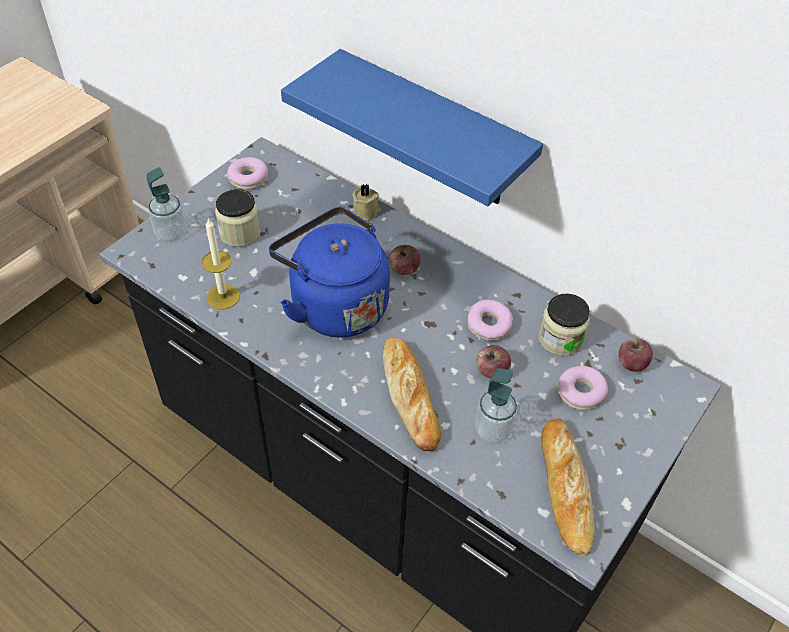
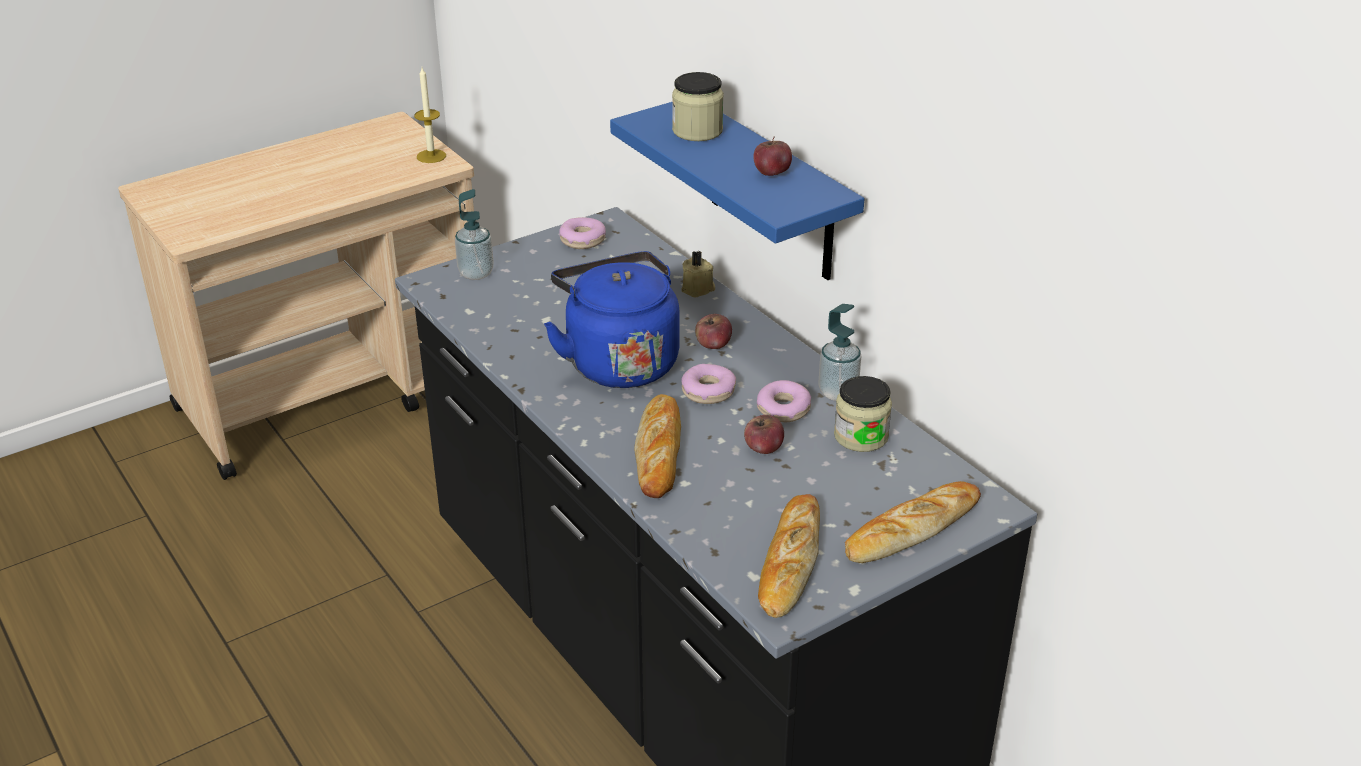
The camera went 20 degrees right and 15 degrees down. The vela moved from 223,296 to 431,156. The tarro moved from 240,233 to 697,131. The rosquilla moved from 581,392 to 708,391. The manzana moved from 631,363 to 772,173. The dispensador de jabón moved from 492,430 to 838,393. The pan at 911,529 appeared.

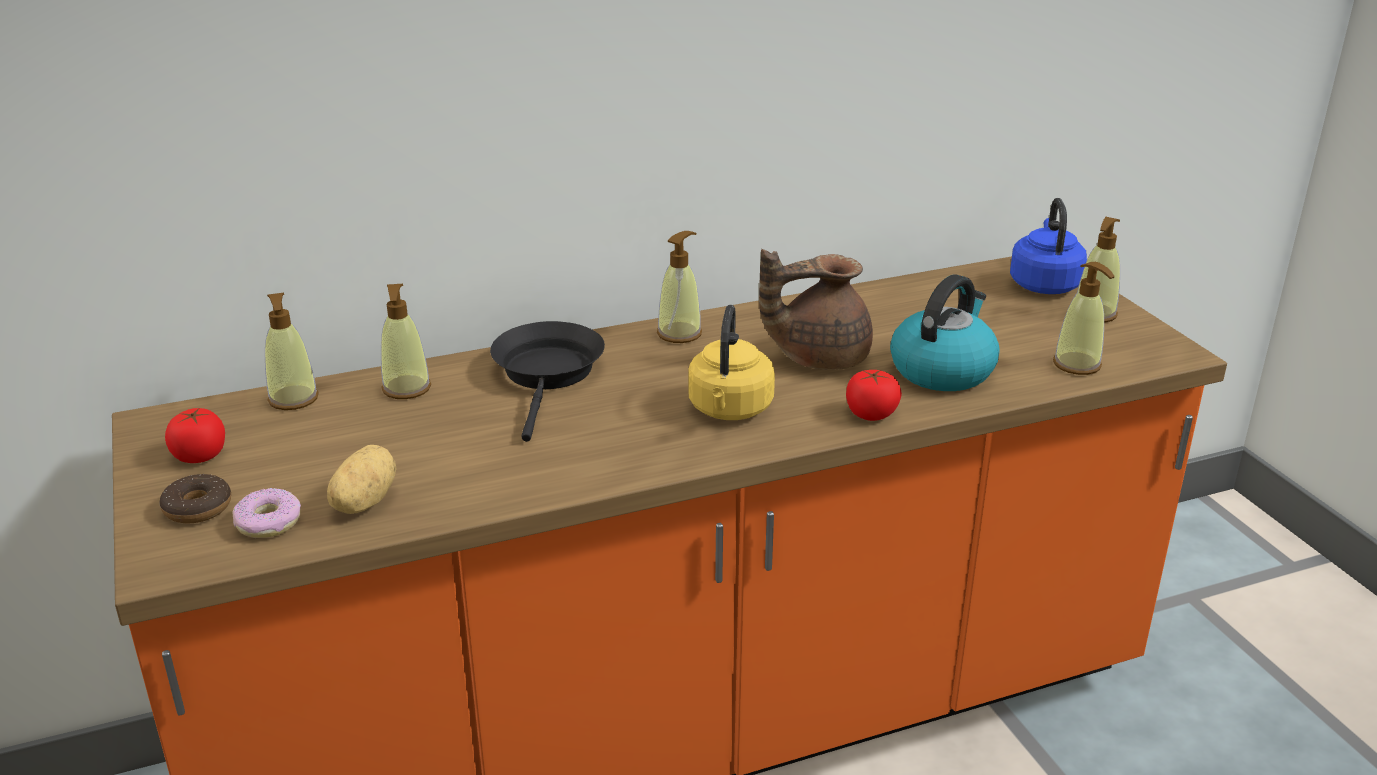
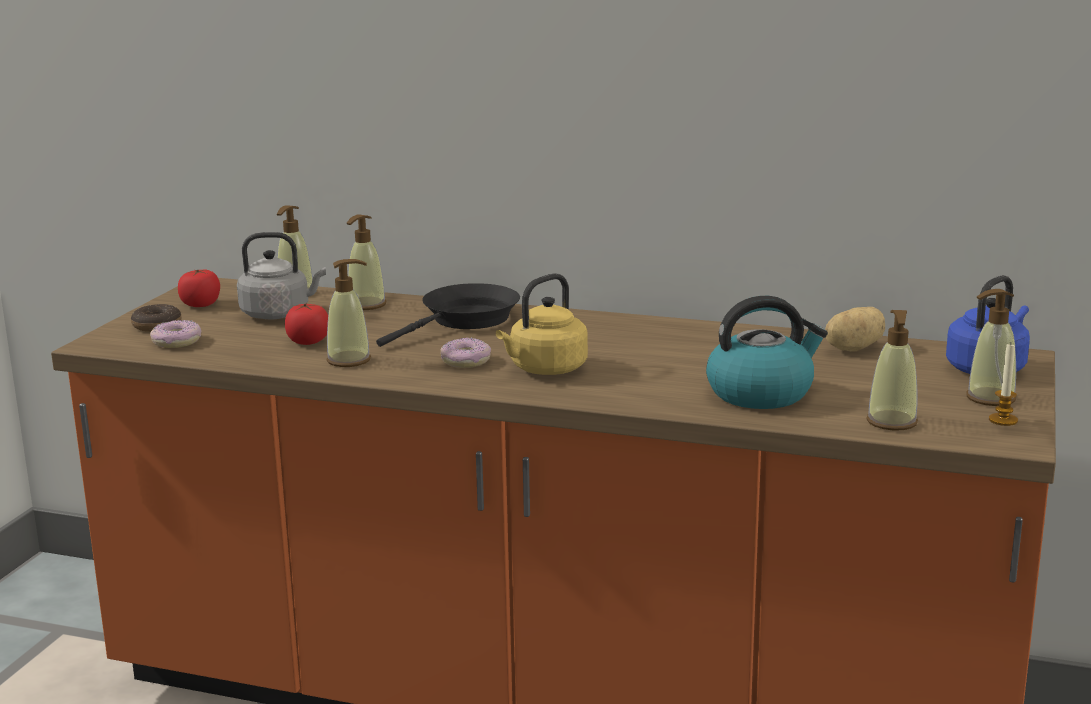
The camera went 40 degrees right and 10 degrees down. The hervidor/gris at 279,314 appeared. The tomate moved from 871,414 to 308,342. The dispensador de jabón moved from 679,333 to 349,360. The rosquilla at 466,361 appeared. The patata moved from 362,502 to 852,348. The vela at 1003,420 appeared. The tetera/marrón at 818,357 disappeared.

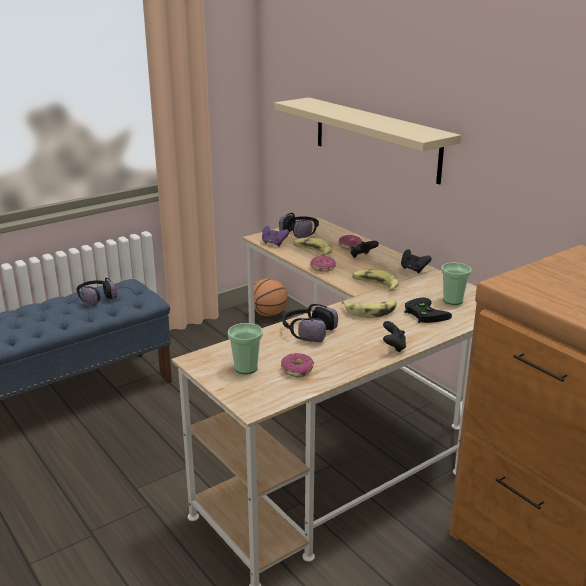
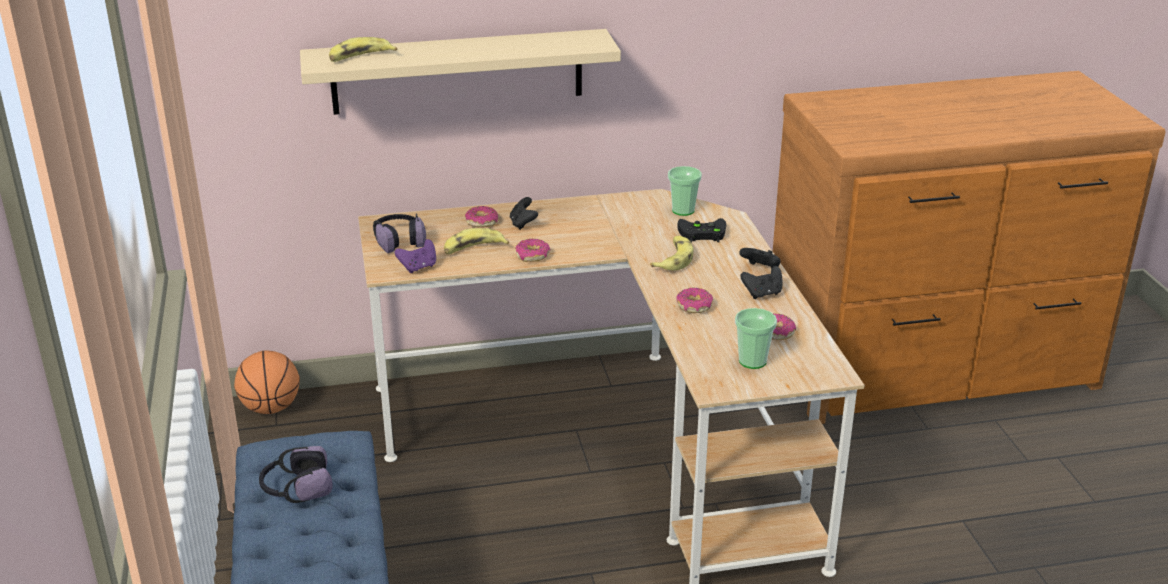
The camera went 65 degrees left and 5 degrees up. The plátano moved from 375,285 to 360,58. The auriculares at 307,331 was replaced by the rosquilla at 694,306. The mando de consola/negro moved from 413,269 to 762,294.

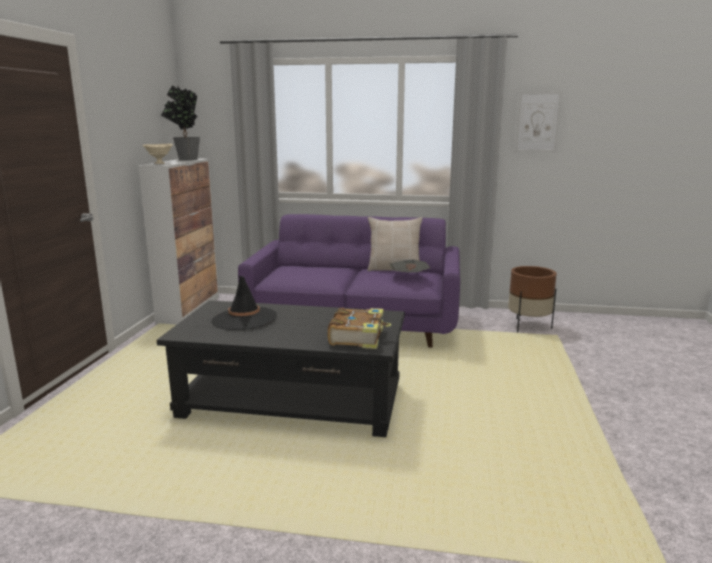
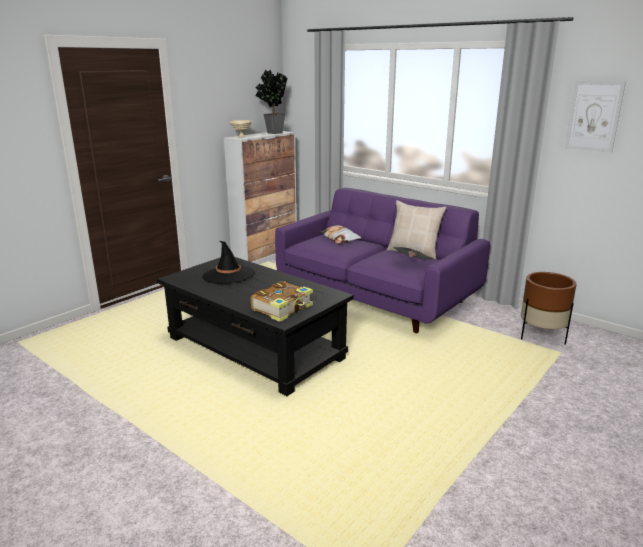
The camera went 30 degrees right and 5 degrees up. The cojín at 339,238 appeared.

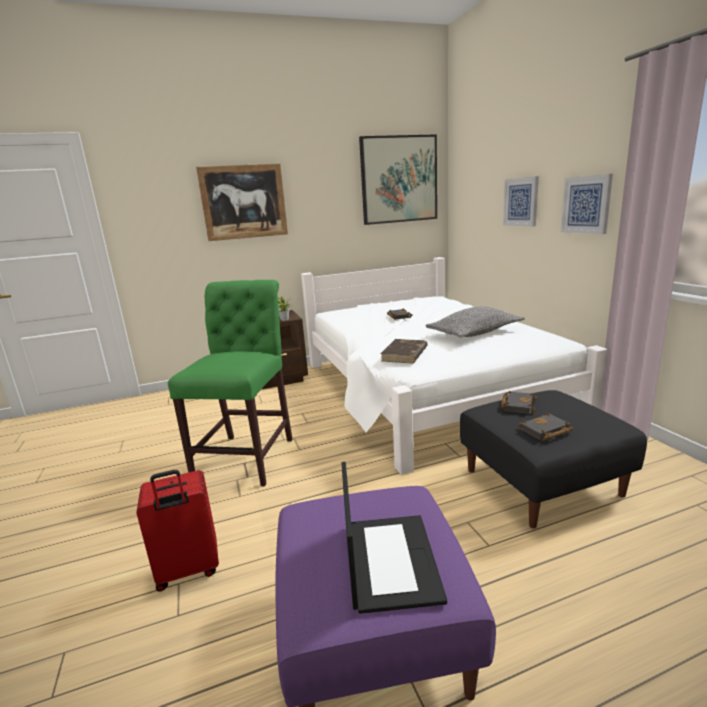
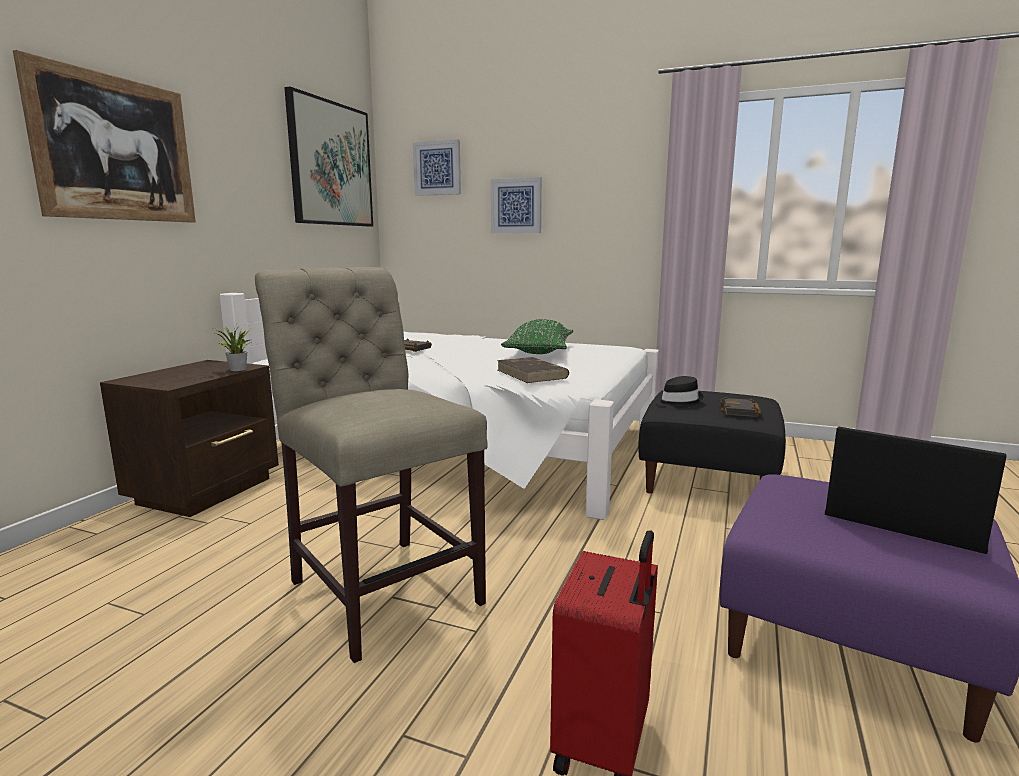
The camera went 50 degrees left and 5 degrees down. The silla/verde at 249,455 became the silla/beis at 380,586. The cuadro moved from 586,204 to 437,168. The cojín/gris at 475,333 became the cojín/verde at 540,351. The libro/negro at 517,405 was replaced by the sombrero/negro at 678,402.

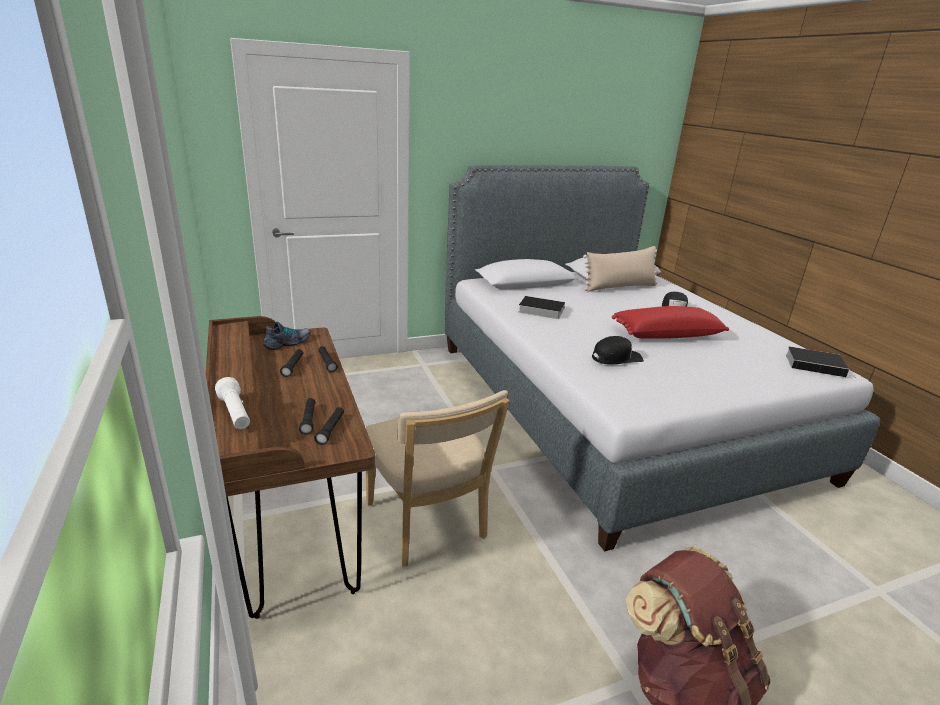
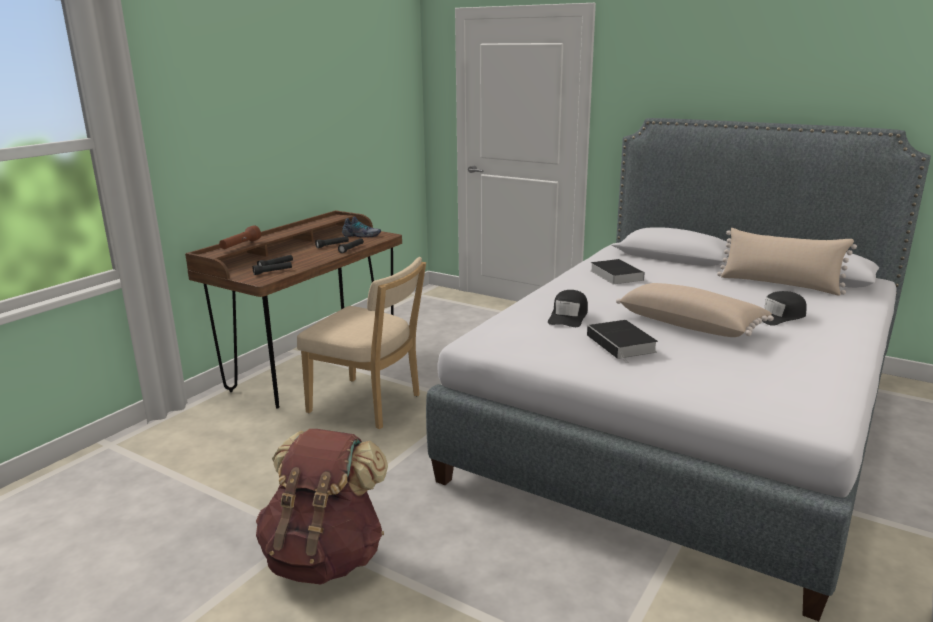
The camera went 55 degrees right and 5 degrees down. The linterna/blanco at 235,413 became the linterna/marrón at 240,245. The silla/beis at 428,525 turned 90 degrees counterclockwise. The gorra/negro at 616,358 turned 75 degrees clockwise. The libro moved from 816,365 to 622,344. The cojín/rojo at 666,334 became the cojín/beis at 691,325.

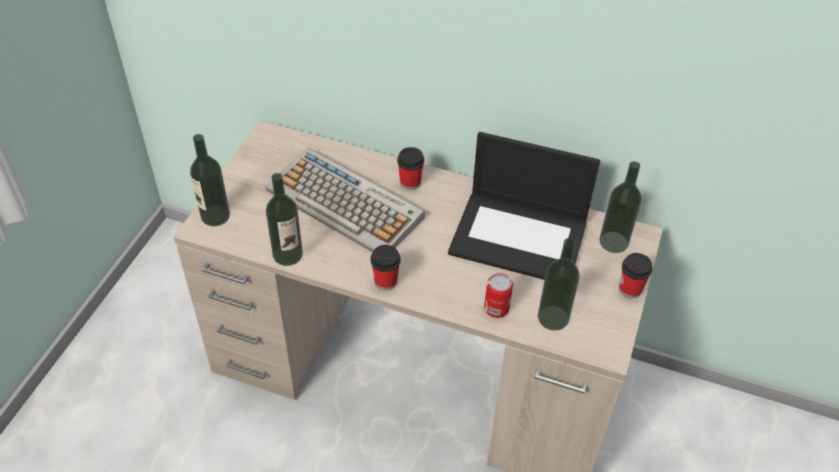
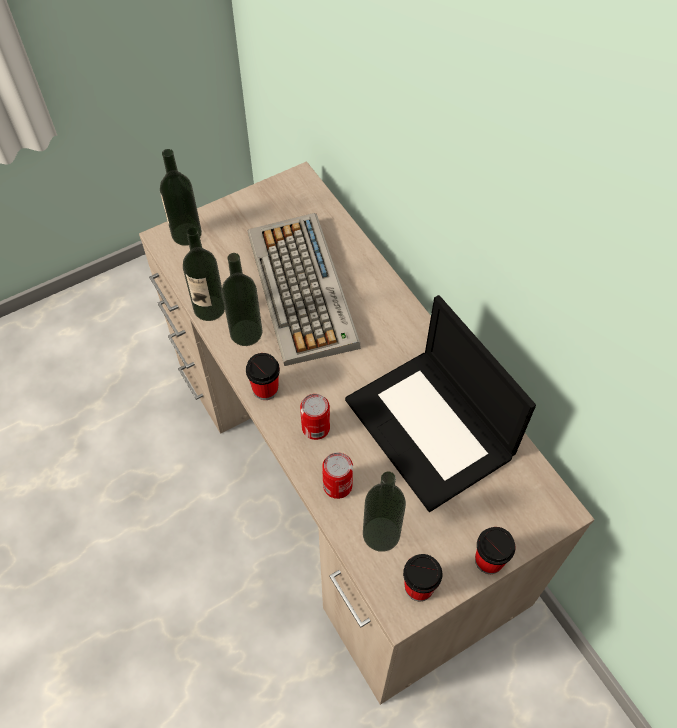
The camera went 40 degrees right and 10 degrees up. The botella moved from 613,242 to 246,332. The lata at 315,427 appeared. The taza moved from 410,182 to 419,587.

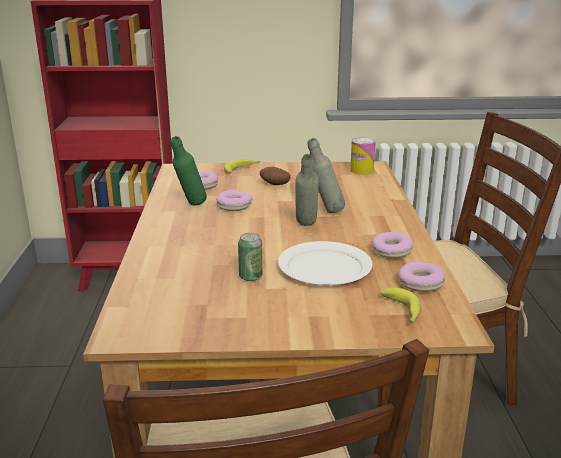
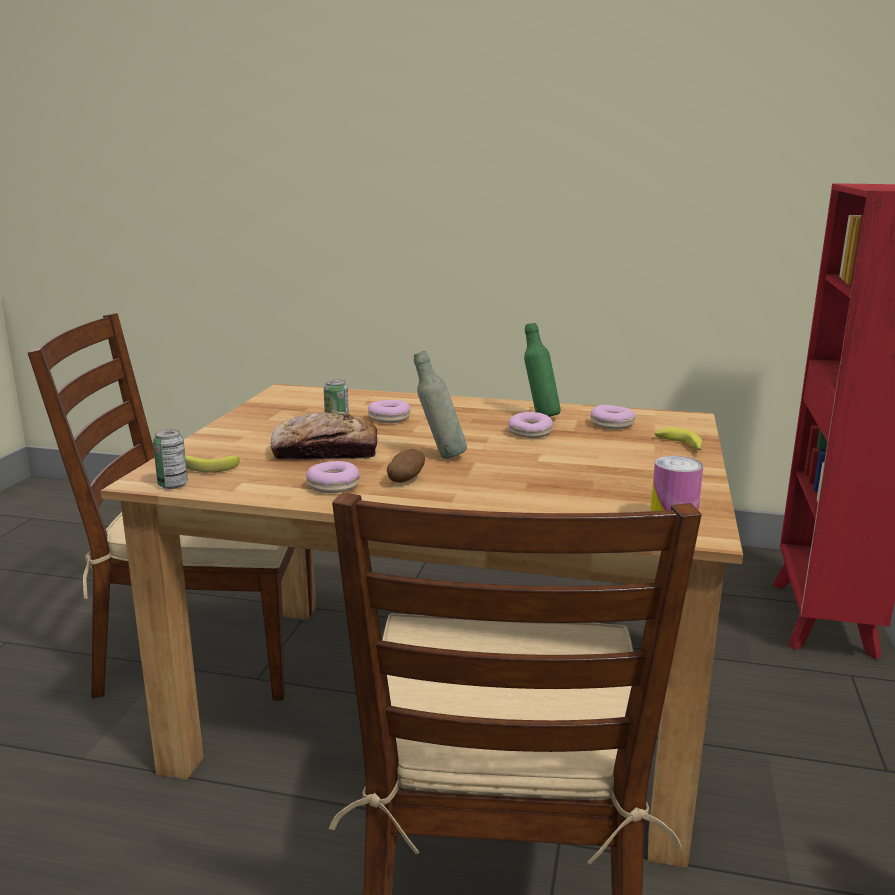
The camera went 105 degrees right and 5 degrees down. The lata at 172,485 appeared. The plato/blanco at 325,267 was replaced by the pan at 325,452. The rosquilla moved from 420,283 to 389,418. The patata moved from 274,185 to 405,480. The botella/gris at 325,212 disappeared.

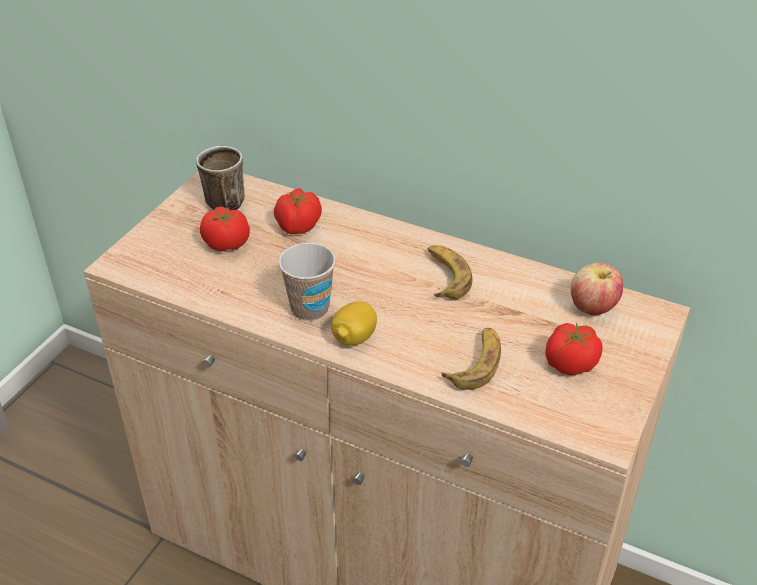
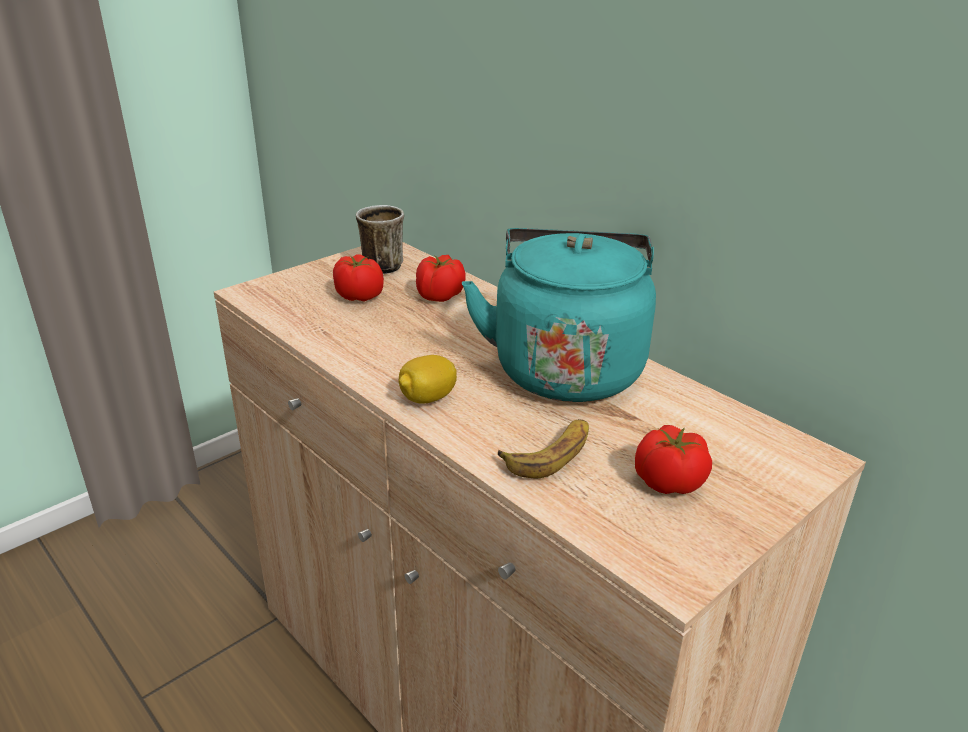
The camera went 20 degrees right and 10 degrees down. The plátano at 445,276 was replaced by the hervidor/turquesa at 566,367. The taza at 310,309 disappeared. The manzana at 592,308 disappeared.

